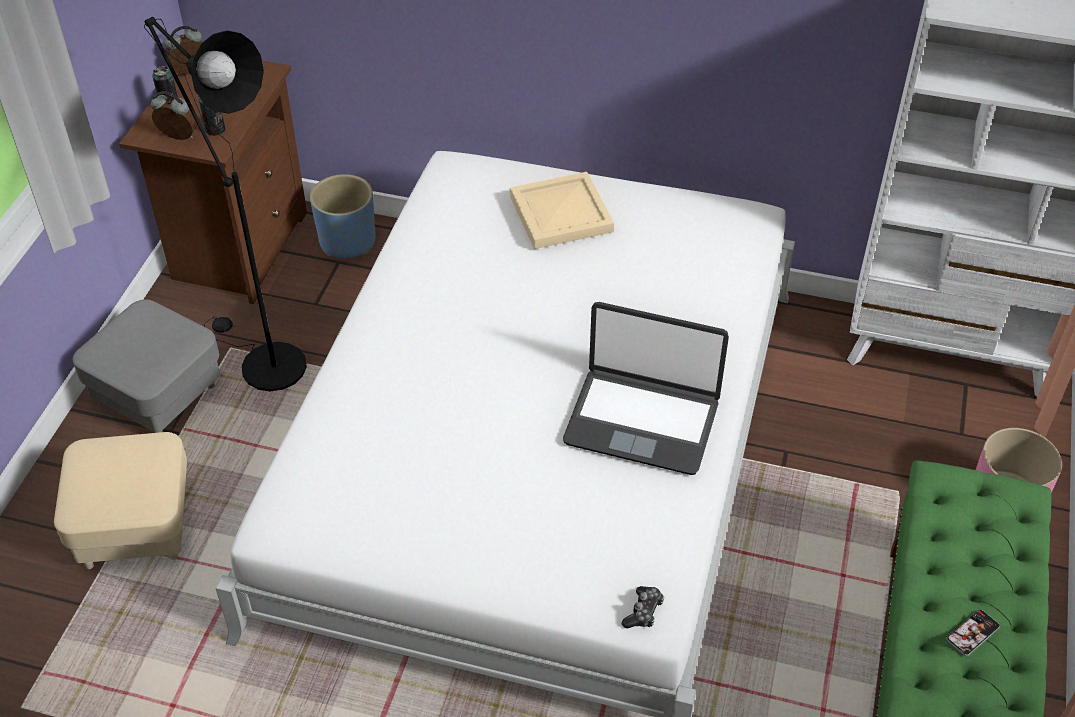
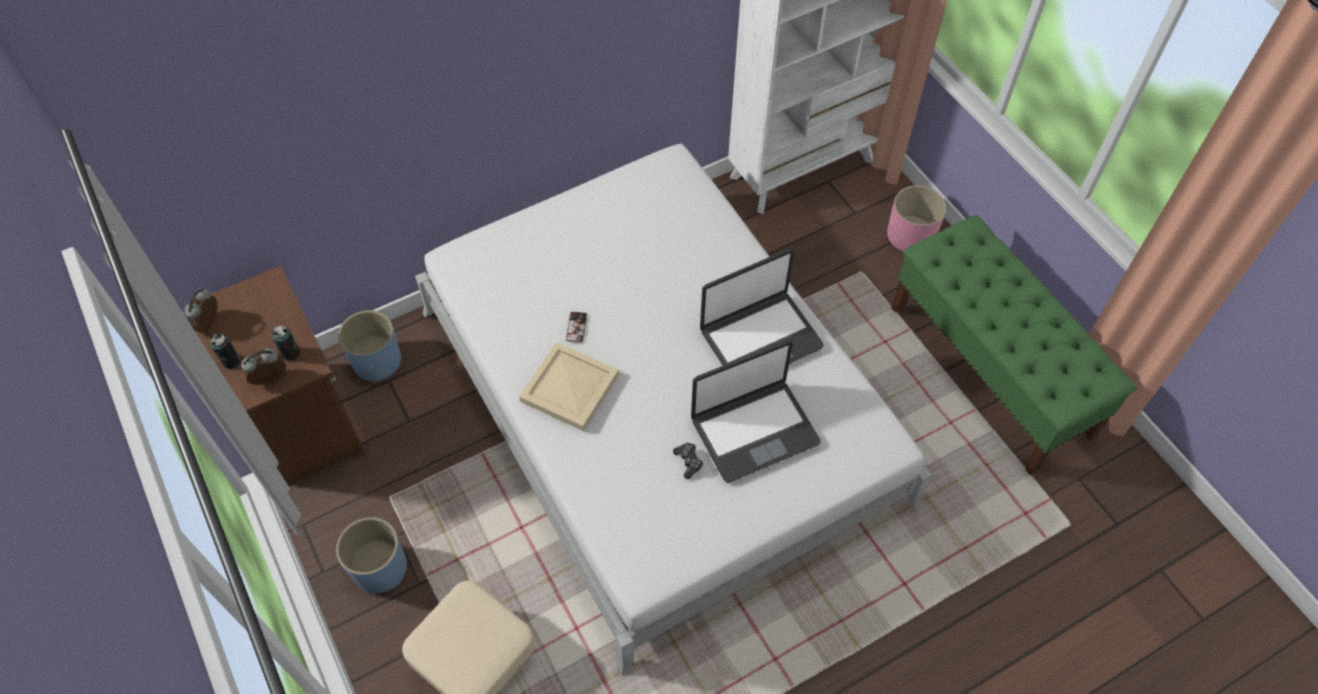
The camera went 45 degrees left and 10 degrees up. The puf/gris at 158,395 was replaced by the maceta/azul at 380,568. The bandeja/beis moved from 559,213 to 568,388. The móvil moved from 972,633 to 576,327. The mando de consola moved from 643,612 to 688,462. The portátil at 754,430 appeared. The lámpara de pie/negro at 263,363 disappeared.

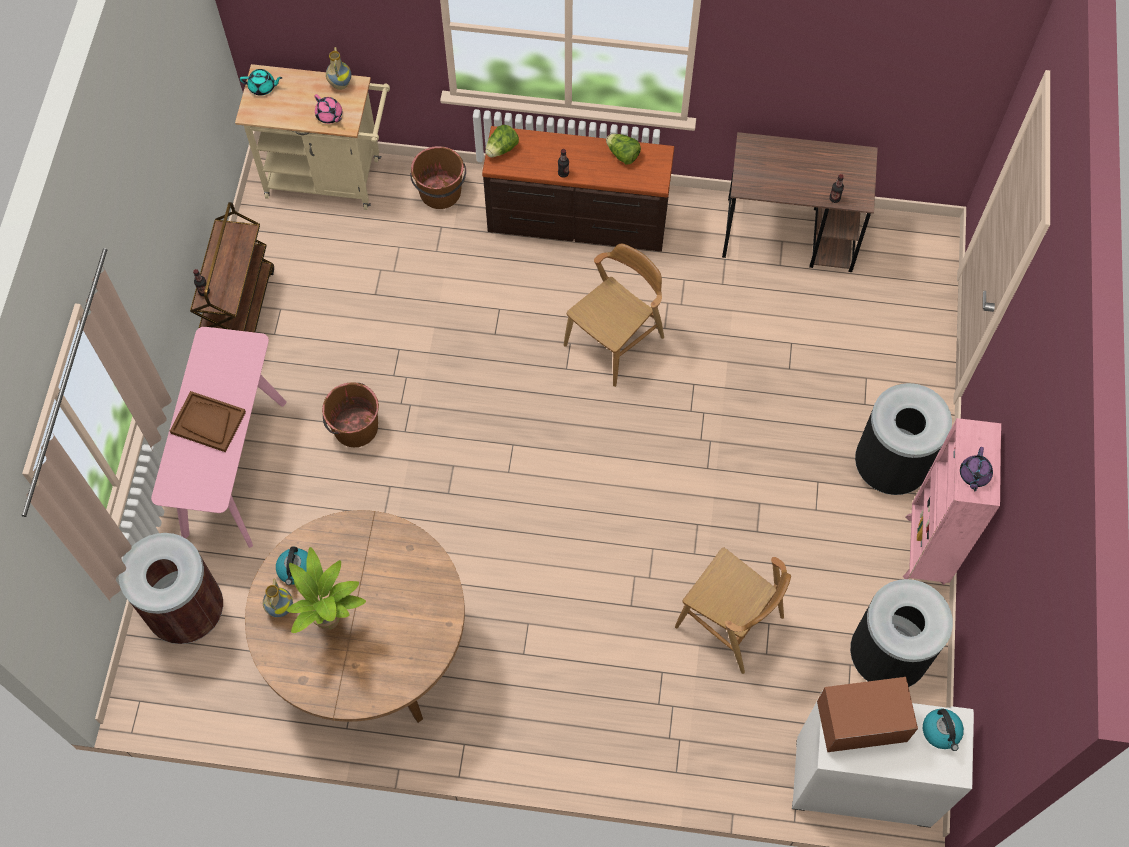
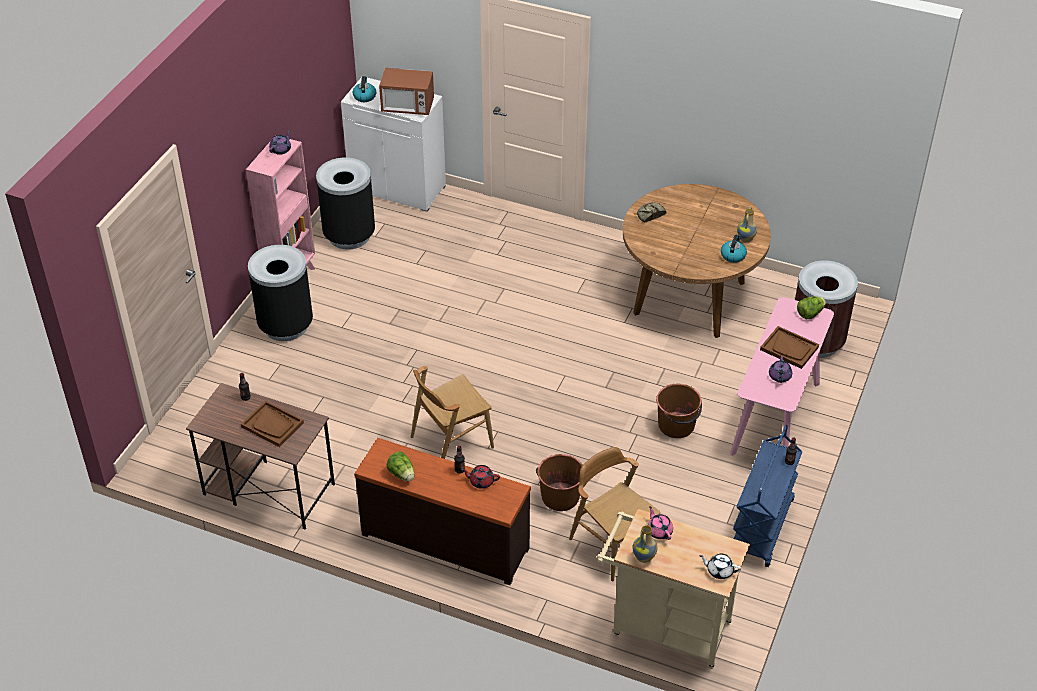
The camera went 165 degrees left and 20 degrees down. The bandeja/marrón at 272,425 appeared. The tetera/rojo at 481,481 appeared. The cubo/marrón moved from 440,193 to 560,496. The silla/marrón moved from 729,622 to 613,544. The pan at 650,214 appeared. The tetera/turquesa at 263,87 became the tetera/blanco at 719,571. The carrito/marrón at 241,311 became the carrito/azul at 762,528. The tetera/morado at 779,377 appeared. The lechuga moved from 501,149 to 810,314. The planta en maceta at 332,620 disappeared.

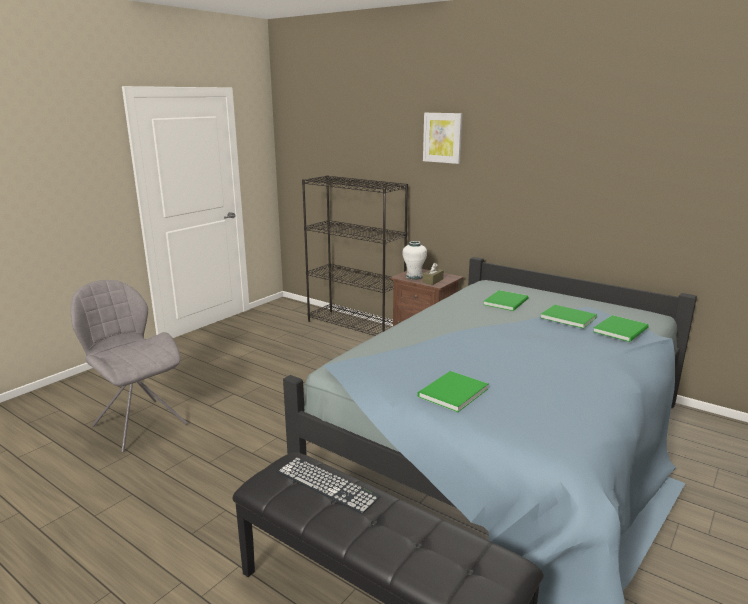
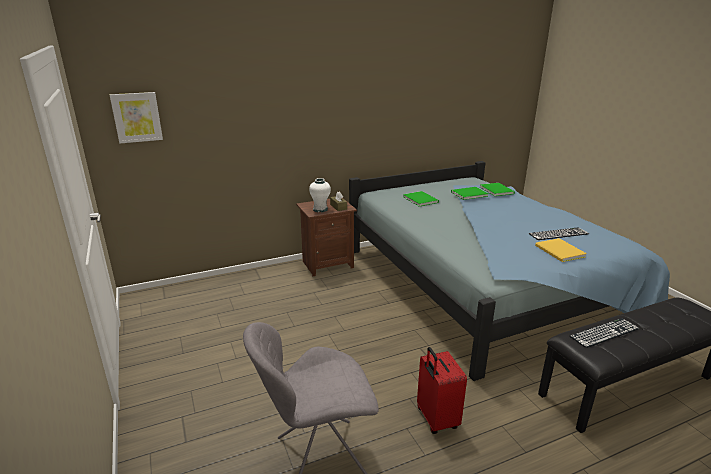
The camera went 60 degrees left and 5 degrees up. The cuadro moved from 442,137 to 137,117. The maleta/rojo at 436,419 appeared. The teclado at 558,234 appeared. The libro/verde at 450,393 became the libro/amarillo at 560,252. The estantería/negro at 356,326 disappeared.

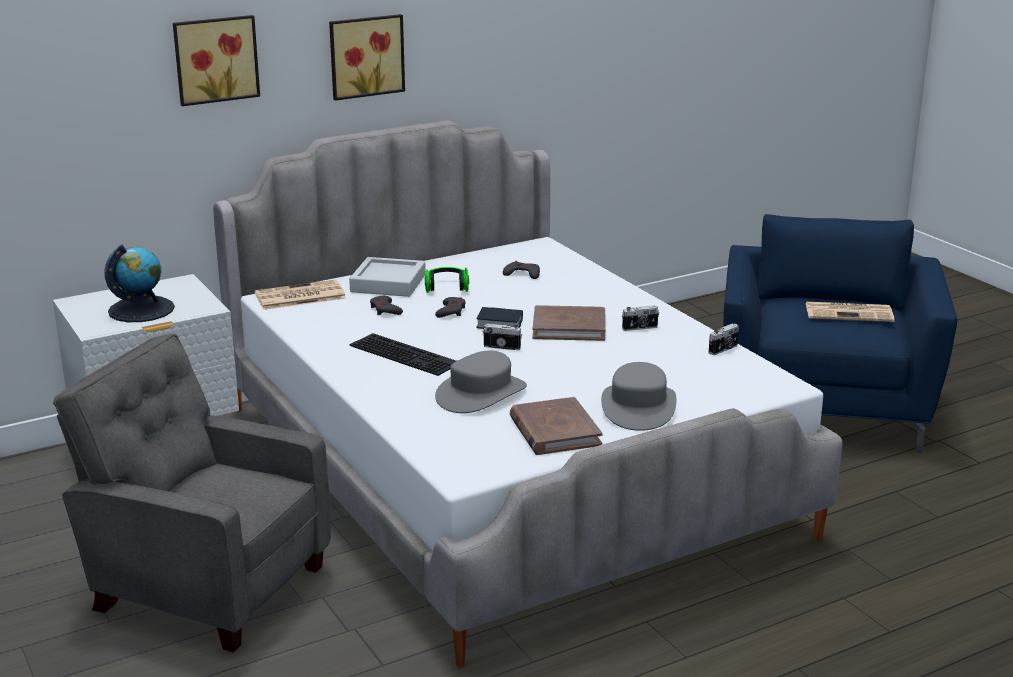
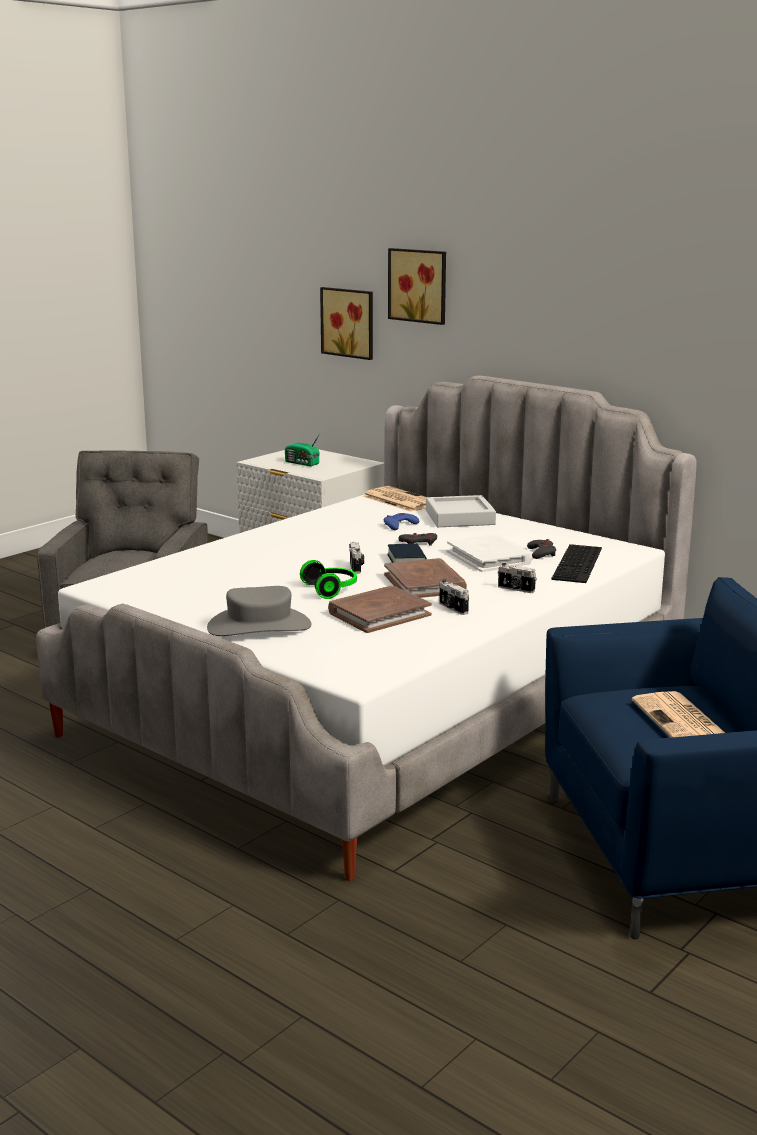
The camera went 70 degrees right and 5 degrees down. The globo terráqueo at 141,309 was replaced by the radio at 302,463. The auriculares moved from 446,287 to 331,590. The cuadro moved from 365,56 to 349,322. The libro/marrón moved from 554,431 to 379,614. The mando de consola/gris at 385,310 became the mando de consola/azul at 399,525. The libro/blanco at 489,557 appeared. The cámara moved from 724,349 to 515,589. The teclado moved from 406,354 to 579,564. The sombrero/gris at 481,393 disappeared.

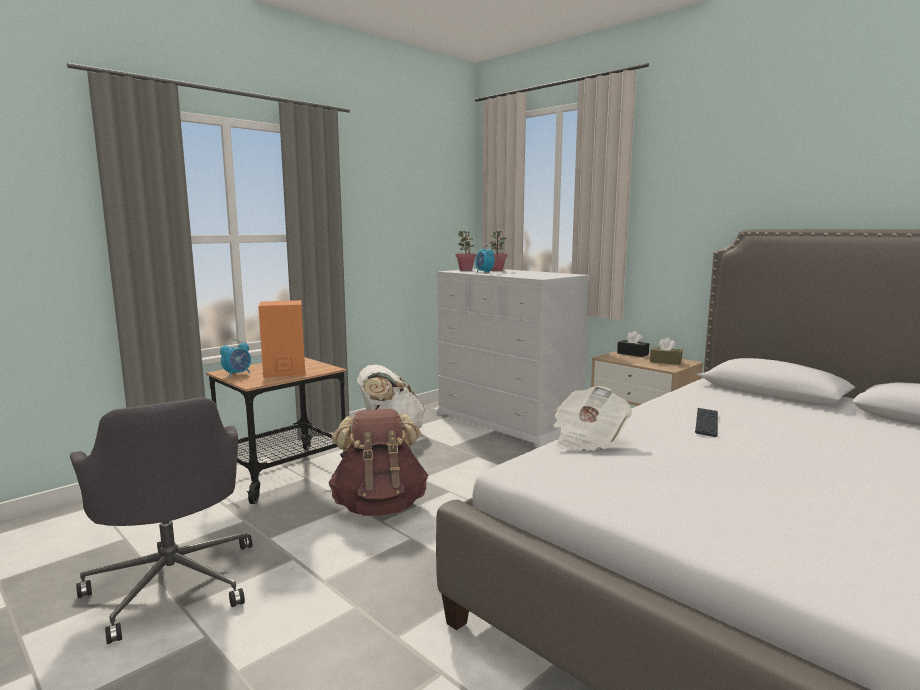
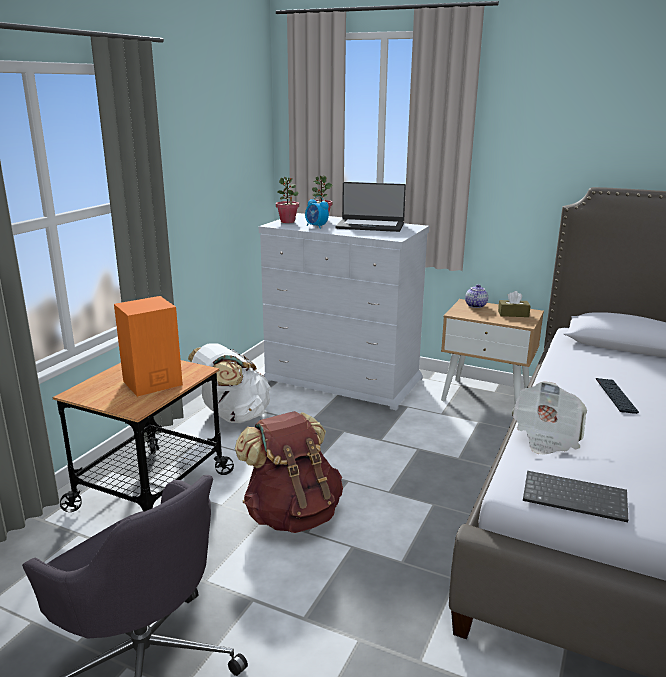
The camera went 20 degrees left and 10 degrees up. The portátil at 370,226 appeared. The caja de pañuelos/negro at 632,354 was replaced by the tetera at 475,305. The teclado at 575,497 appeared. The despertador at 237,374 disappeared.

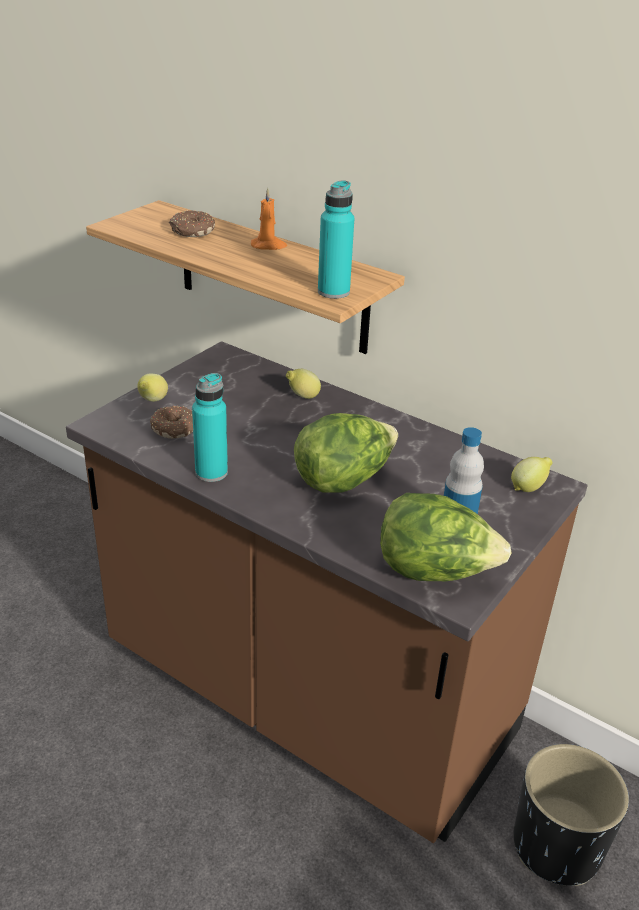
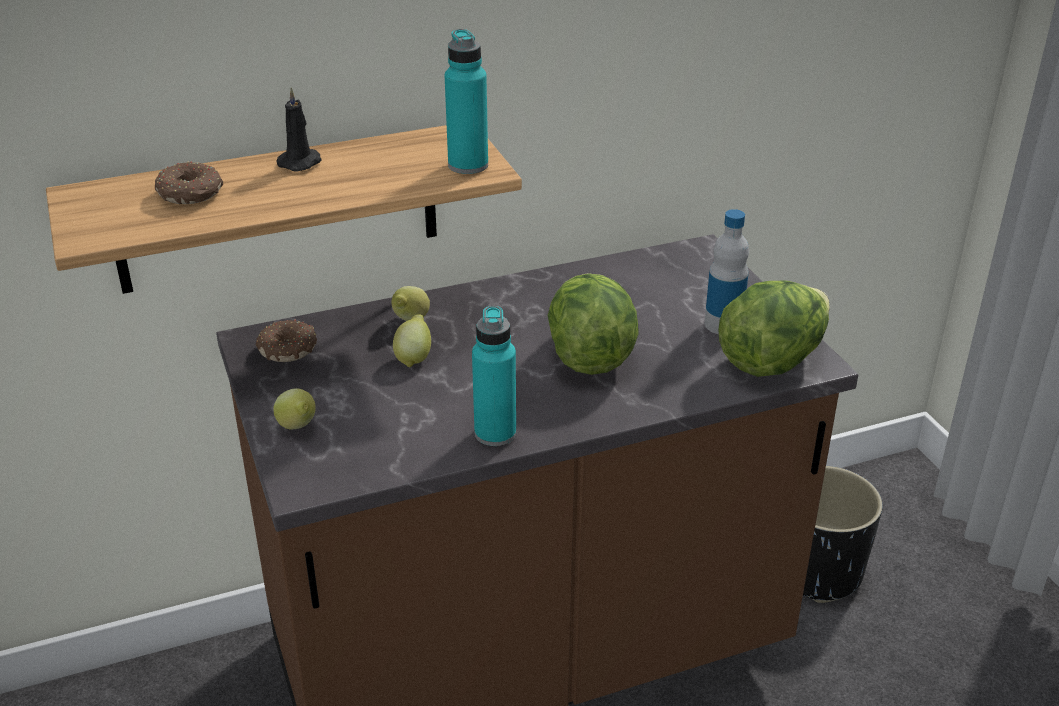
The camera went 55 degrees left and 0 degrees up. The rosquilla moved from 175,429 to 289,349. The vela/naranja at 269,246 became the vela/negro at 301,162. The limón moved from 528,488 to 414,358.

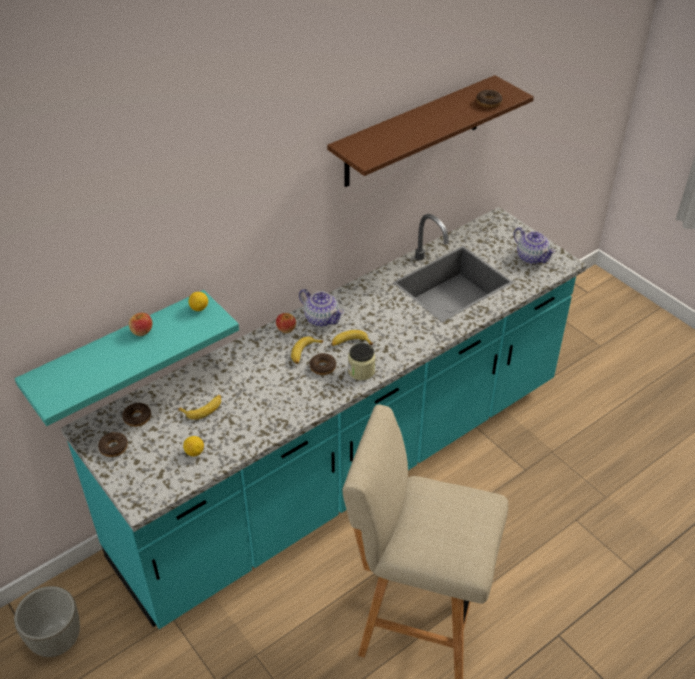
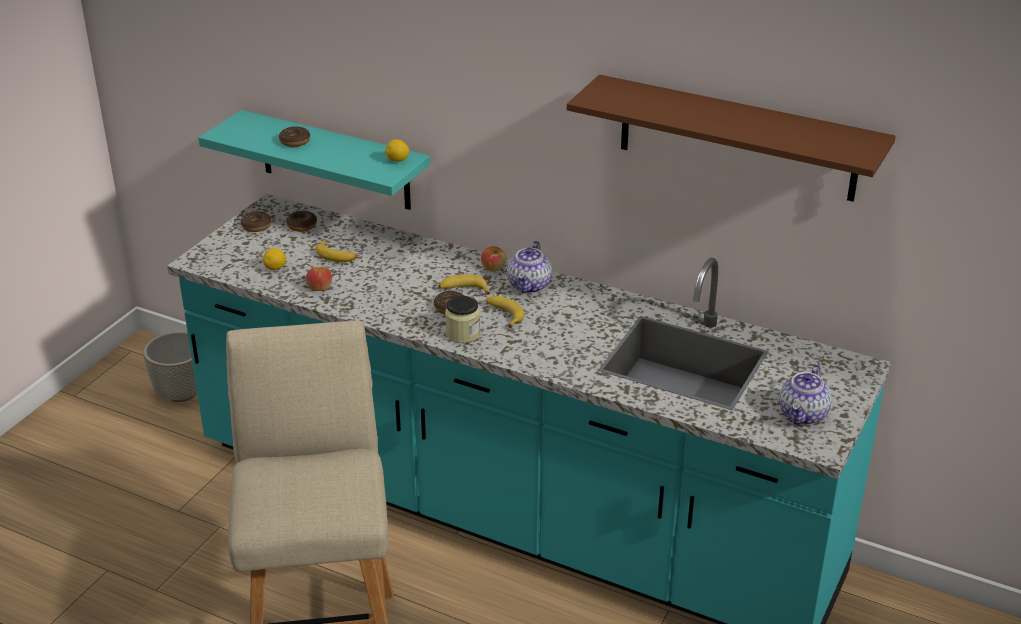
The camera went 65 degrees right and 10 degrees down. The rosquilla moved from 488,102 to 295,141. The manzana moved from 142,331 to 319,288.

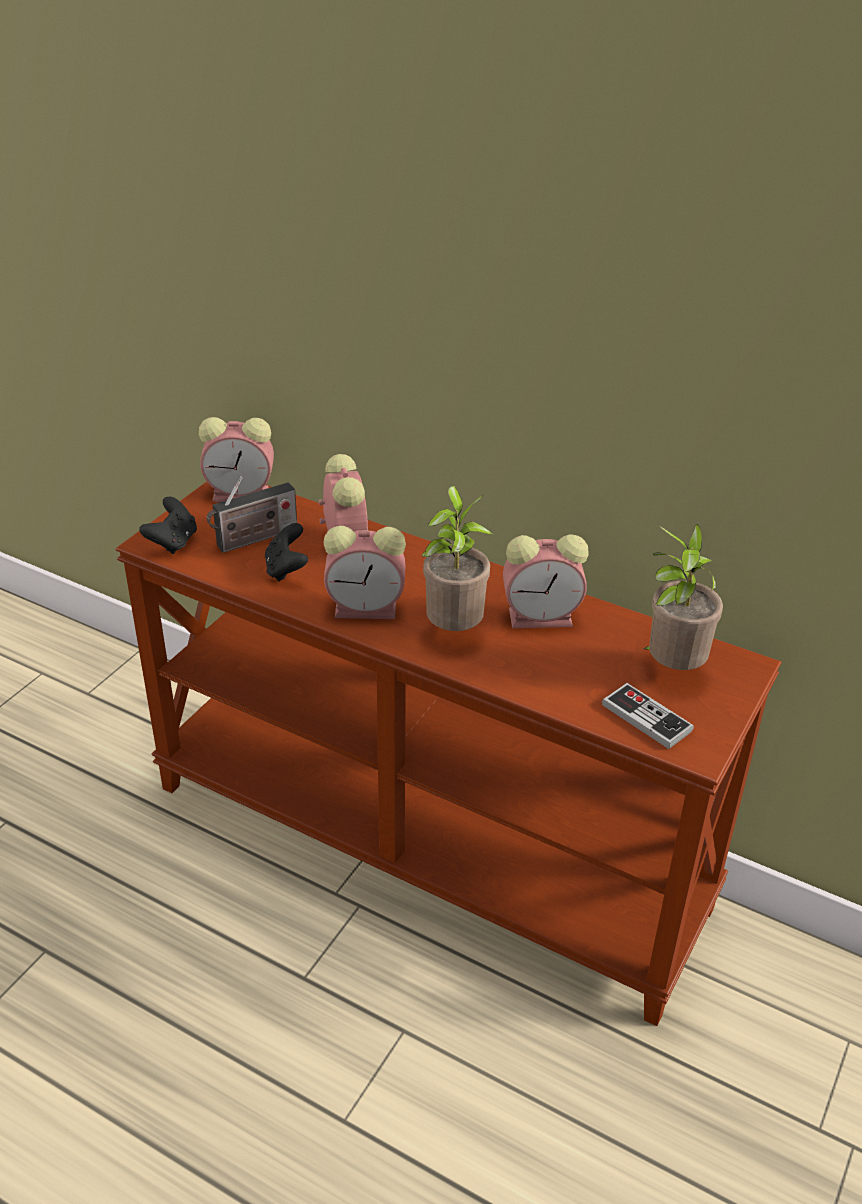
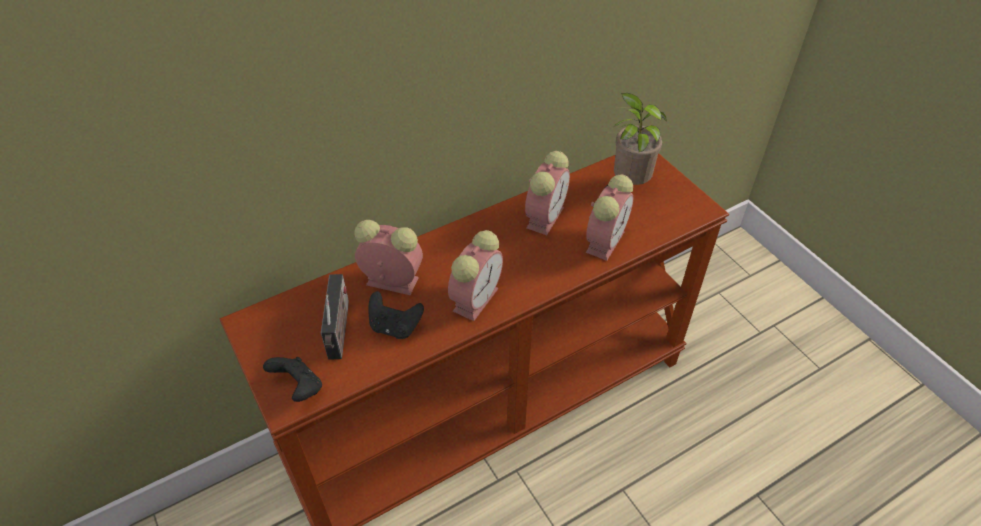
The camera went 60 degrees left and 10 degrees up. The despertador moved from 243,494 to 605,240. The planta en maceta at 454,630 disappeared. The mando de consola at 646,718 disappeared.

